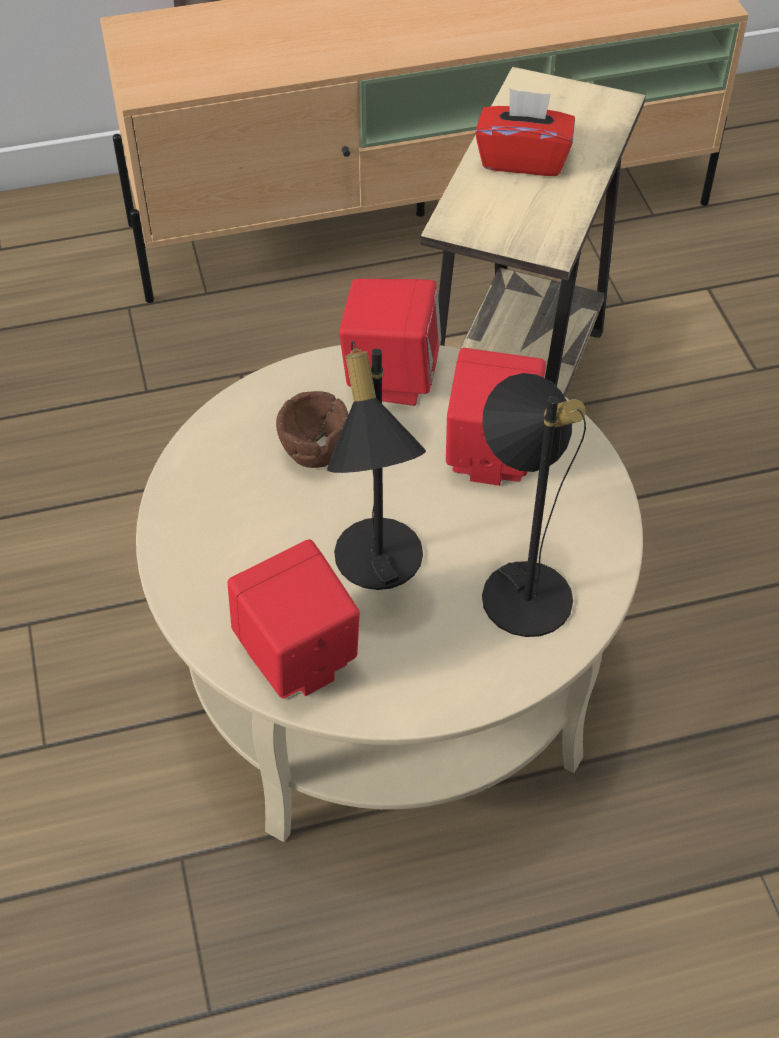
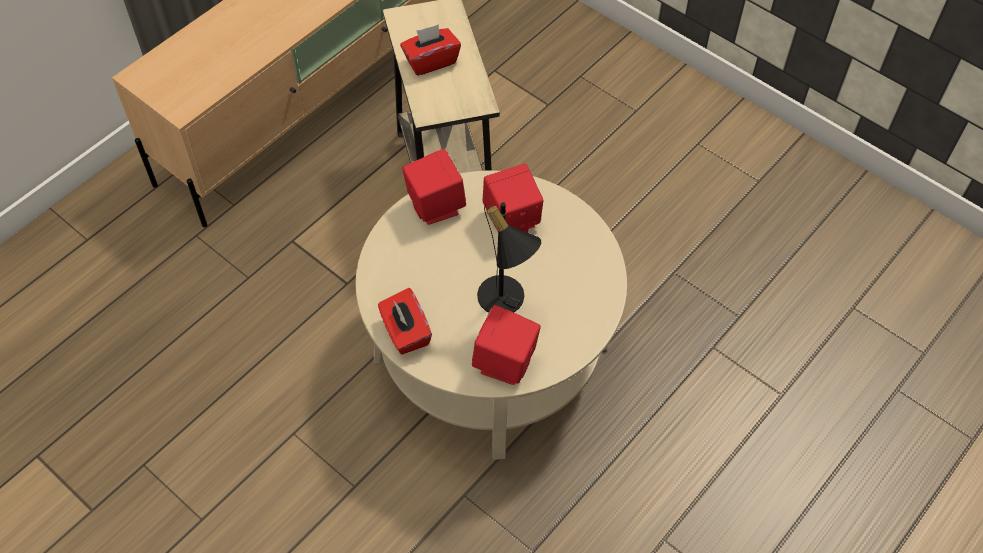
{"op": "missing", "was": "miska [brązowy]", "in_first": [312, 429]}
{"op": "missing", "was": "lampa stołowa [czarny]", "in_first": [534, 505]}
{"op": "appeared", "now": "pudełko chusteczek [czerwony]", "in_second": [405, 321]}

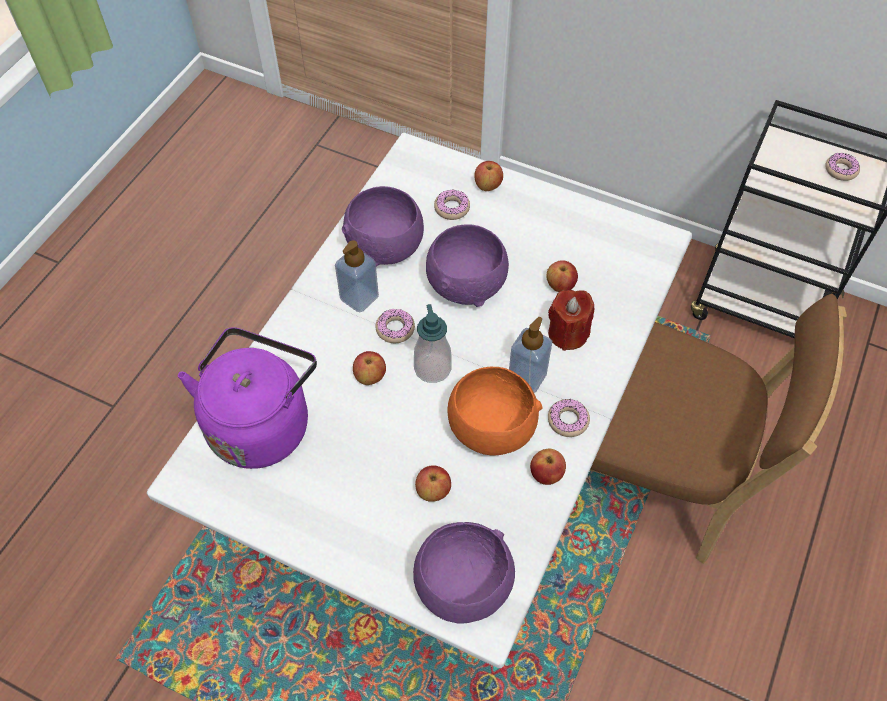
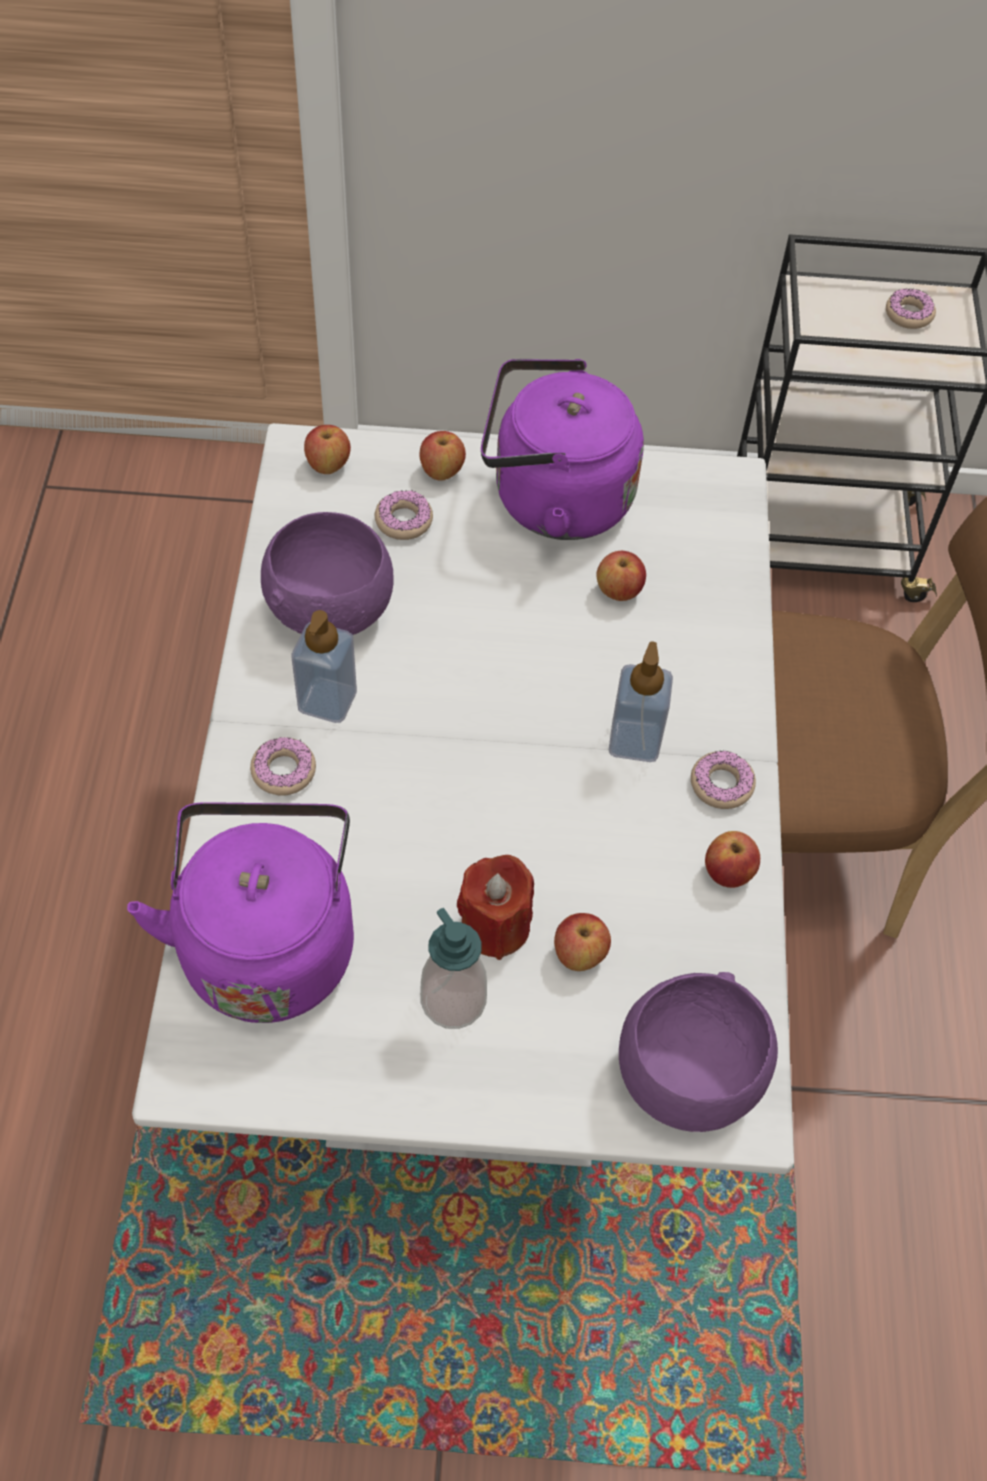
{"op": "relocated", "was": "jabłko", "in_first": [369, 368], "in_second": [327, 449]}
{"op": "relocated", "was": "donut", "in_first": [395, 326], "in_second": [283, 766]}
{"op": "relocated", "was": "dozownik mydła", "in_first": [433, 343], "in_second": [453, 968]}
{"op": "missing", "was": "miska [fioletowy]", "in_first": [467, 265]}
{"op": "missing", "was": "miska [pomarańczowy]", "in_first": [494, 411]}
{"op": "relocated", "was": "świeca [czerwony]", "in_first": [571, 320], "in_second": [495, 907]}
{"op": "appeared", "now": "czajnik [fioletowy]", "in_second": [562, 449]}

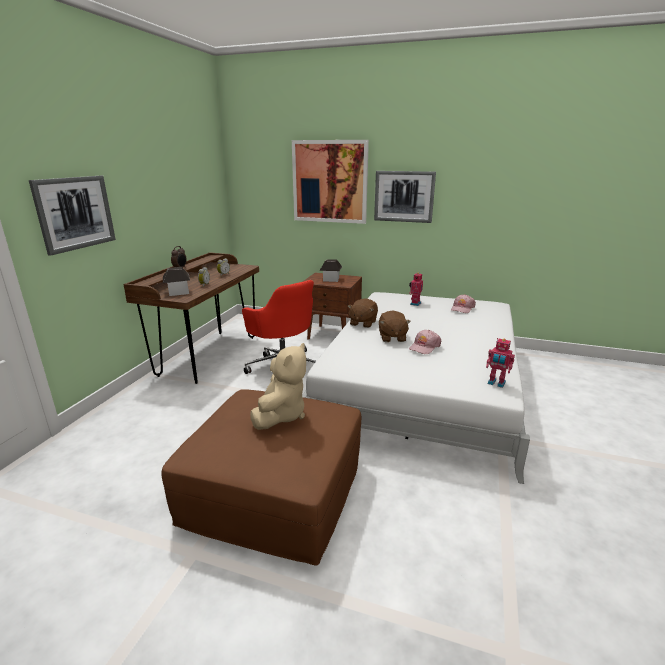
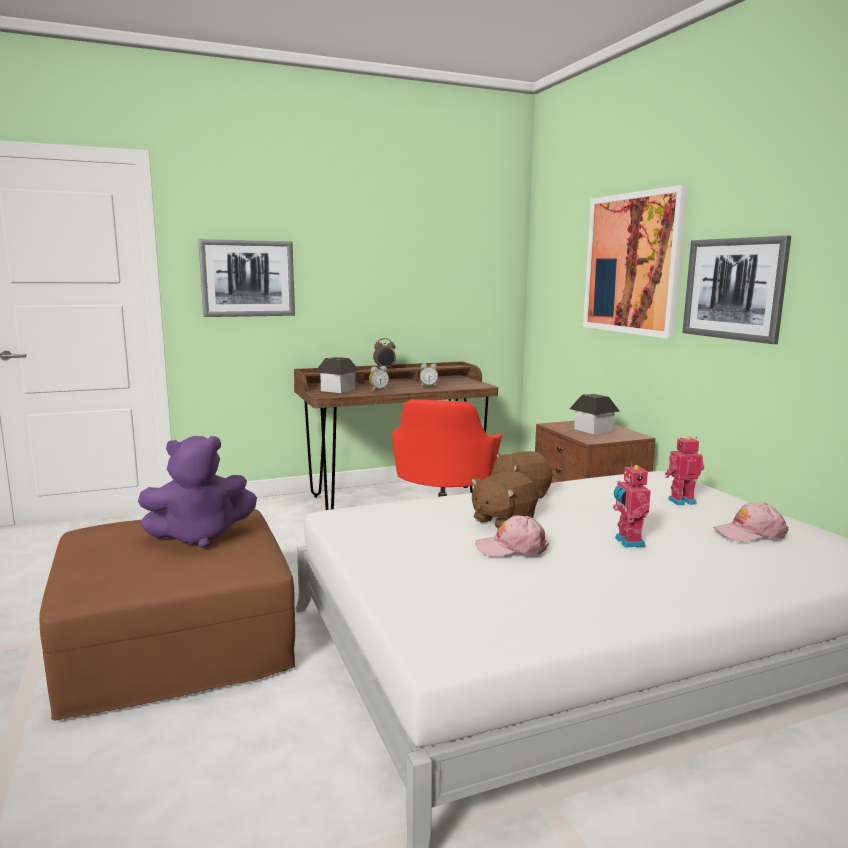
{"op": "colour", "was": "pluszak [beżowy]", "now": "pluszak [fioletowy]", "in_first": [278, 386], "in_second": [197, 492]}
{"op": "relocated", "was": "robot zabawkowy", "in_first": [500, 363], "in_second": [632, 505]}

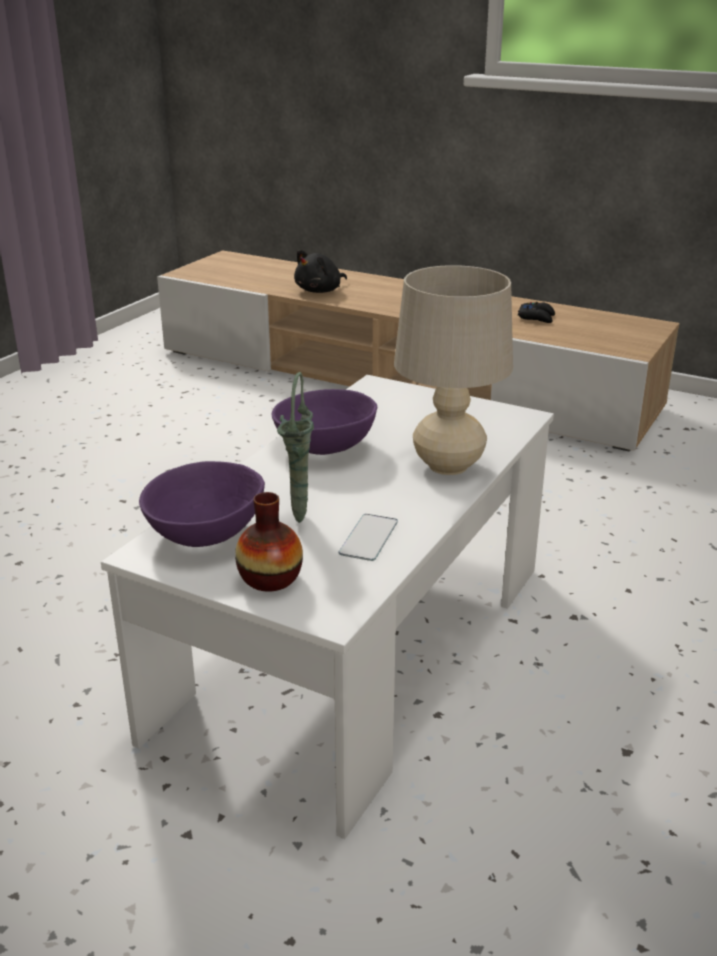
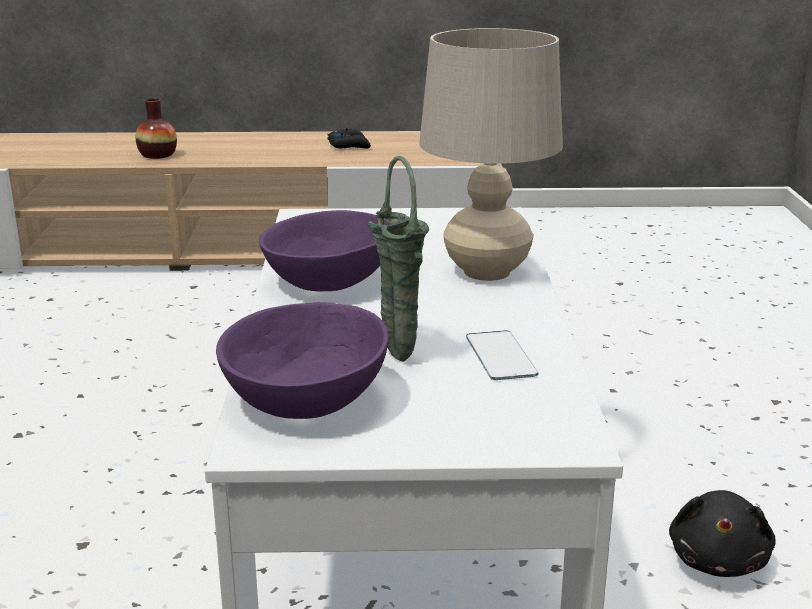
{"op": "relocated", "was": "wazon", "in_first": [269, 542], "in_second": [156, 128]}
{"op": "relocated", "was": "pluszak [czarny]", "in_first": [320, 271], "in_second": [722, 533]}

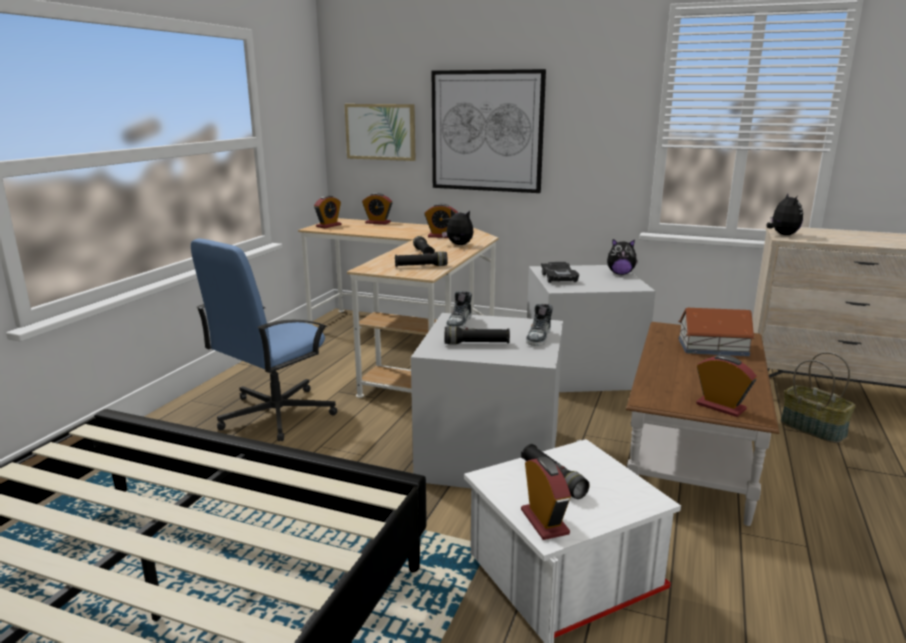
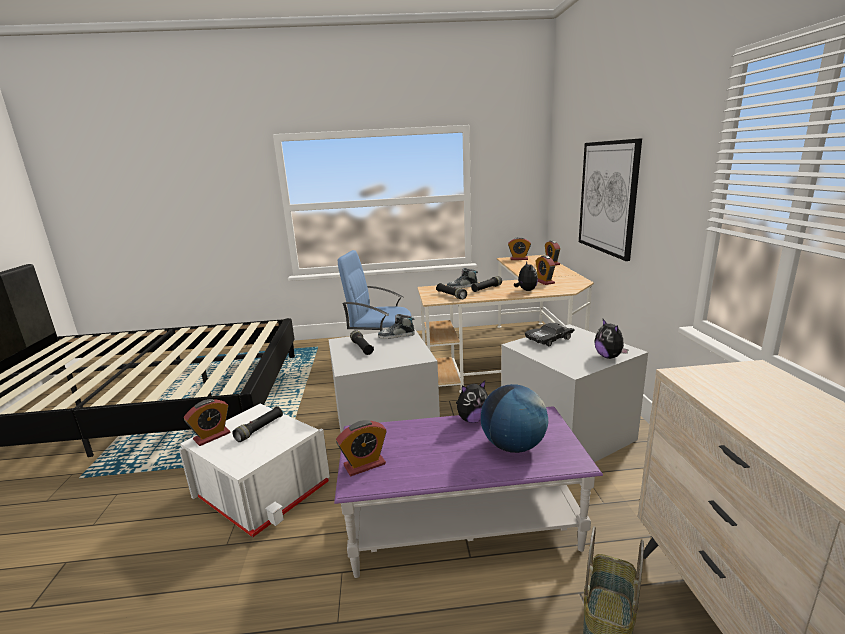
{"op": "missing", "was": "obraz", "in_first": [380, 132]}
{"op": "relocated", "was": "but", "in_first": [539, 325], "in_second": [462, 278]}
{"op": "colour", "was": "ława [brązowy]", "now": "ława [fioletowy]", "in_first": [702, 424], "in_second": [468, 492]}
{"op": "exchanged", "was": "domek", "now": "globus", "in_first": [716, 332], "in_second": [514, 418]}
{"op": "spun", "was": "budzik", "in_first": [726, 386], "in_second": [361, 448], "clockwise": 45}
{"op": "relocated", "was": "pluszak", "in_first": [785, 214], "in_second": [472, 402]}

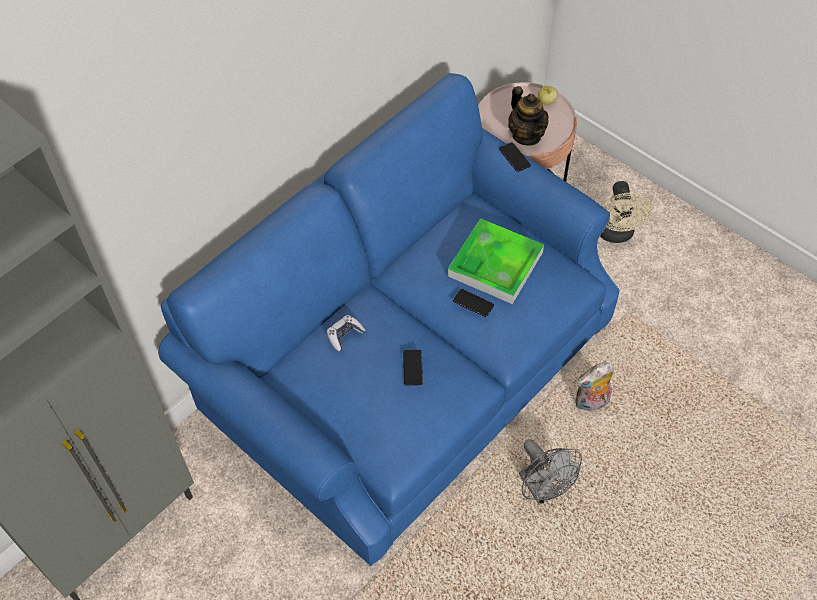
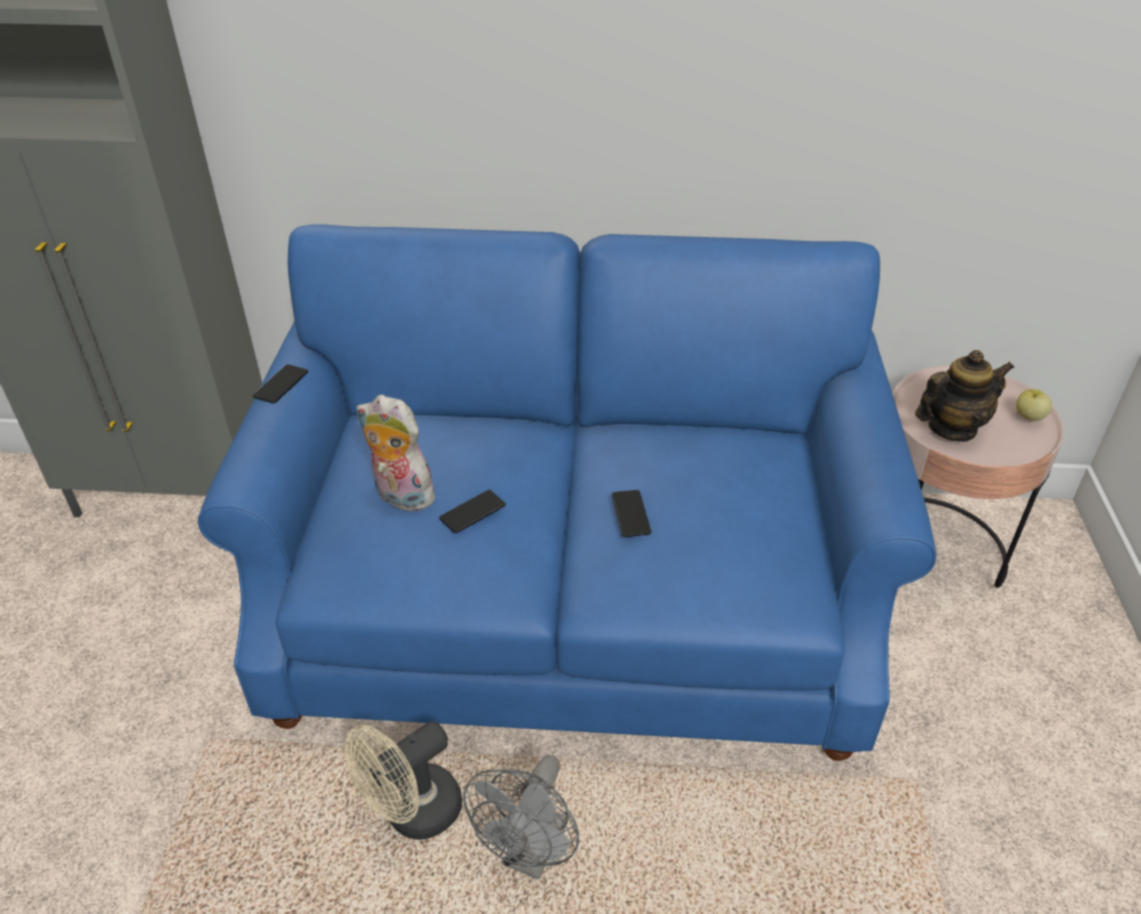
{"op": "missing", "was": "pad do gier", "in_first": [346, 333]}
{"op": "missing", "was": "taca", "in_first": [496, 261]}
{"op": "relocated", "was": "telefon", "in_first": [515, 157], "in_second": [280, 383]}
{"op": "spun", "was": "imbryk", "in_first": [528, 116], "in_second": [964, 396], "clockwise": -135}
{"op": "relocated", "was": "pluszak", "in_first": [594, 386], "in_second": [398, 453]}
{"op": "relocated", "was": "wentylator [beżowy]", "in_first": [626, 212], "in_second": [403, 780]}

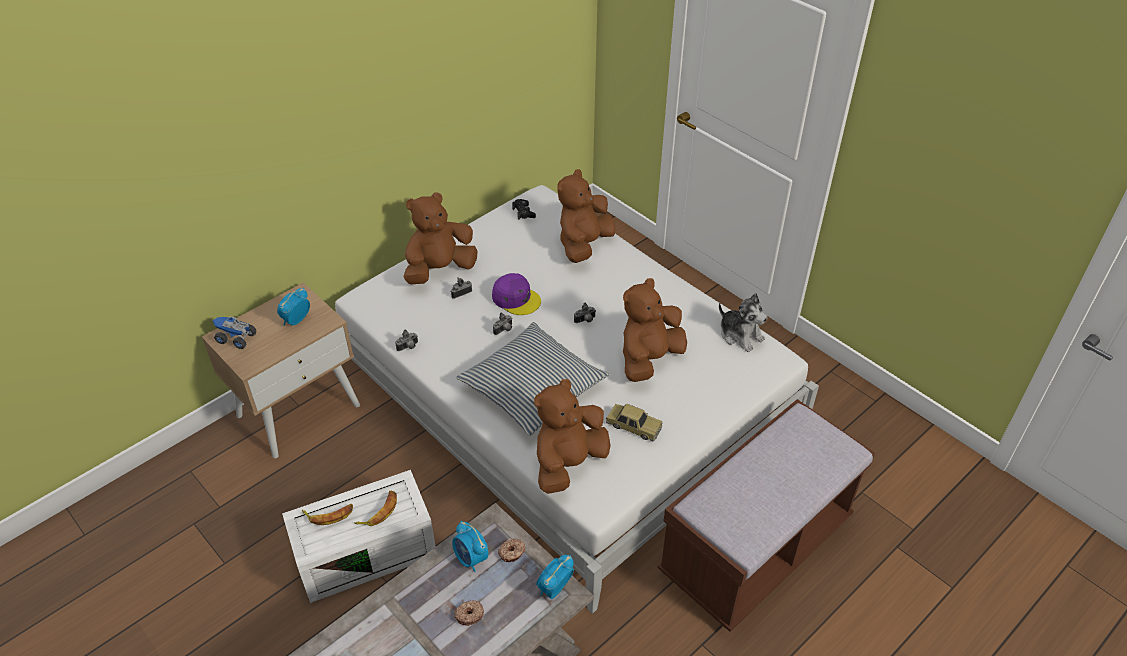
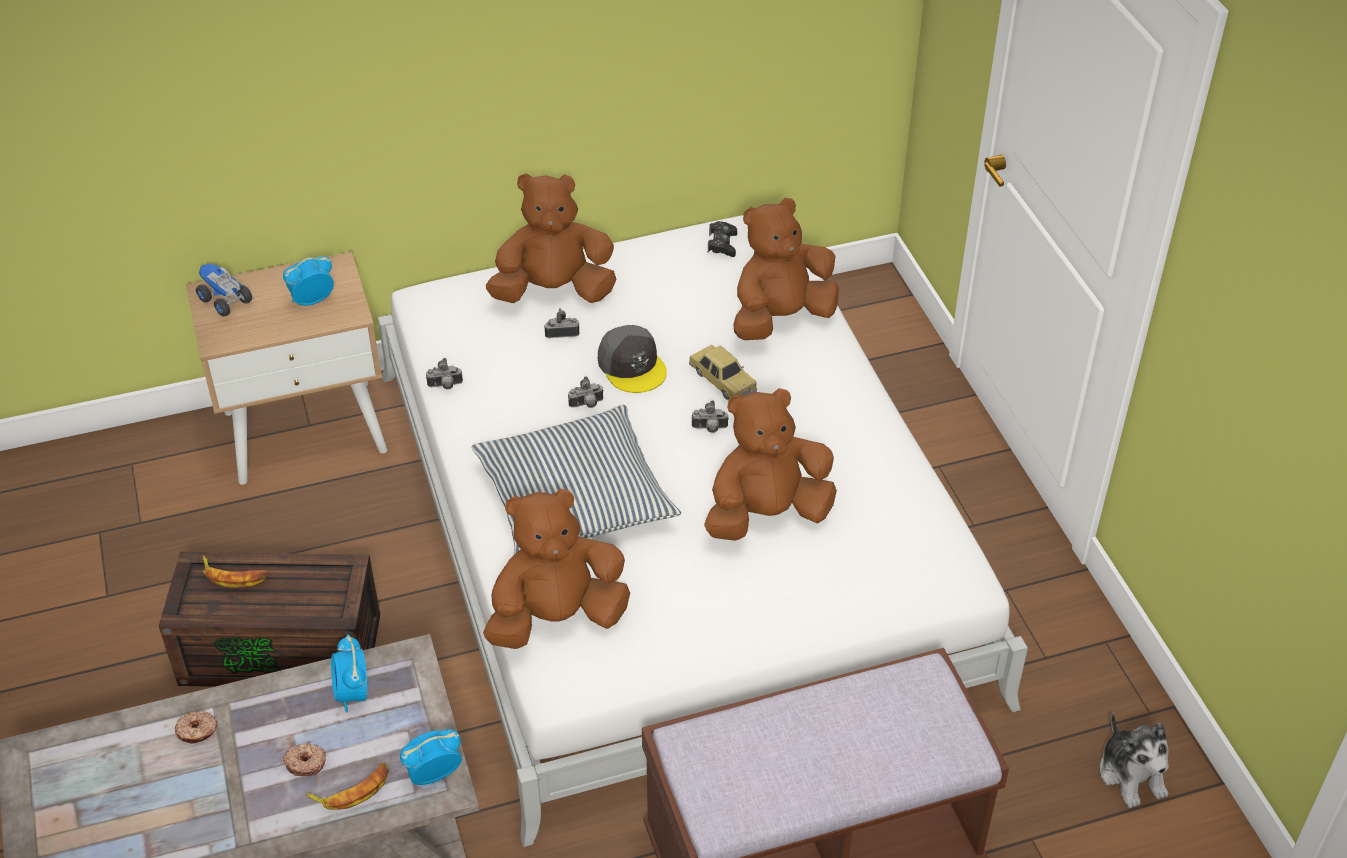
{"op": "colour", "was": "pojemnik do przechowywania [biały]", "now": "pojemnik do przechowywania [brązowy]", "in_first": [359, 536], "in_second": [269, 619]}
{"op": "relocated", "was": "banan", "in_first": [375, 508], "in_second": [347, 786]}
{"op": "colour", "was": "czapka z daszkiem [fioletowy]", "now": "czapka z daszkiem [szary]", "in_first": [516, 294], "in_second": [632, 359]}
{"op": "relocated", "was": "donut", "in_first": [512, 550], "in_second": [196, 727]}
{"op": "relocated", "was": "samochodzik", "in_first": [634, 422], "in_second": [723, 372]}
{"op": "relocated", "was": "pluszak", "in_first": [743, 322], "in_second": [1134, 760]}

